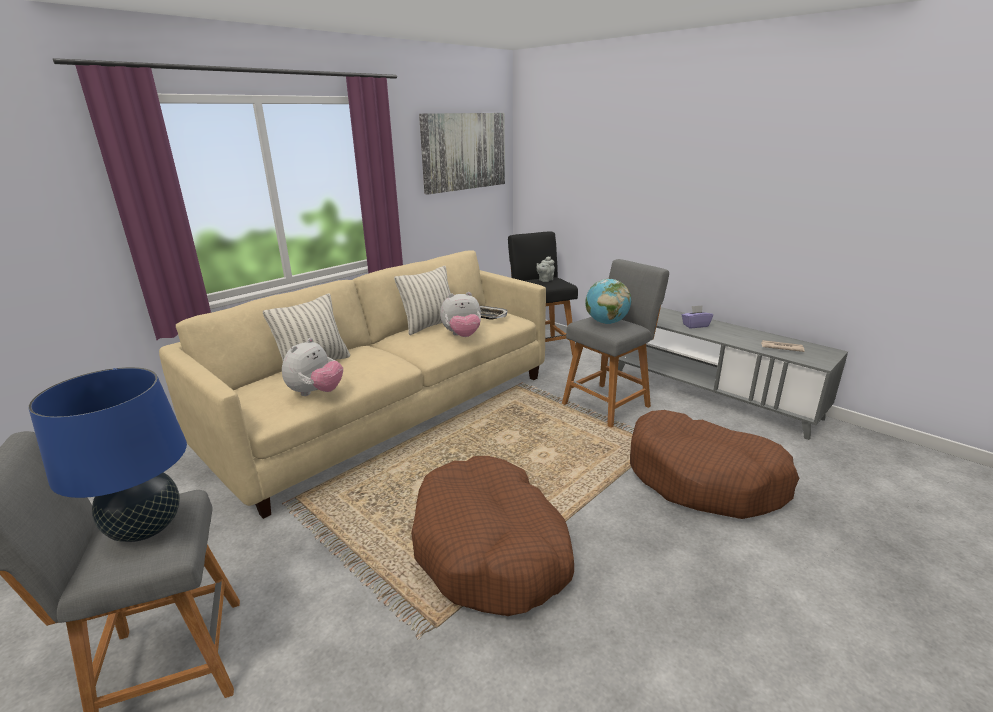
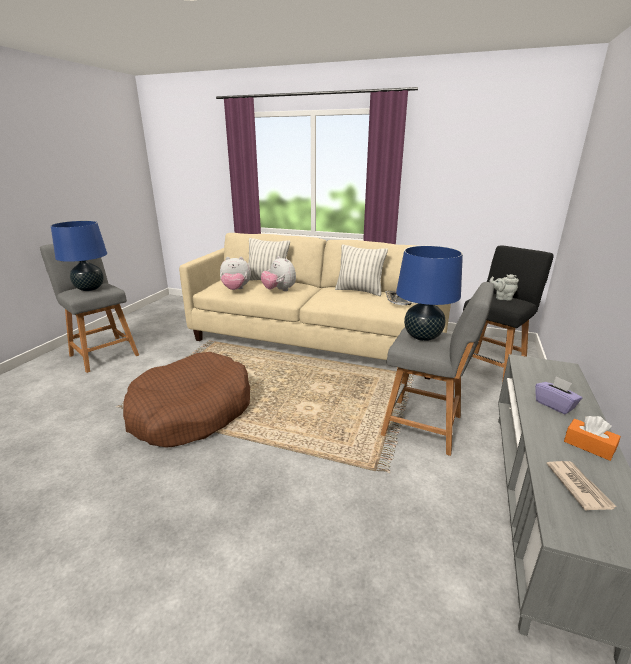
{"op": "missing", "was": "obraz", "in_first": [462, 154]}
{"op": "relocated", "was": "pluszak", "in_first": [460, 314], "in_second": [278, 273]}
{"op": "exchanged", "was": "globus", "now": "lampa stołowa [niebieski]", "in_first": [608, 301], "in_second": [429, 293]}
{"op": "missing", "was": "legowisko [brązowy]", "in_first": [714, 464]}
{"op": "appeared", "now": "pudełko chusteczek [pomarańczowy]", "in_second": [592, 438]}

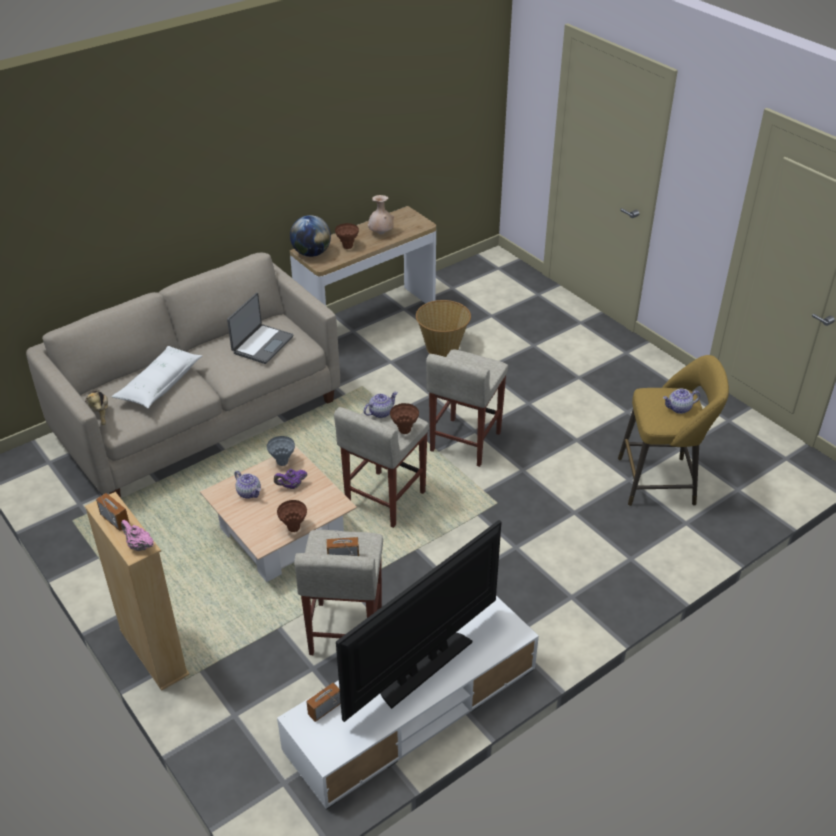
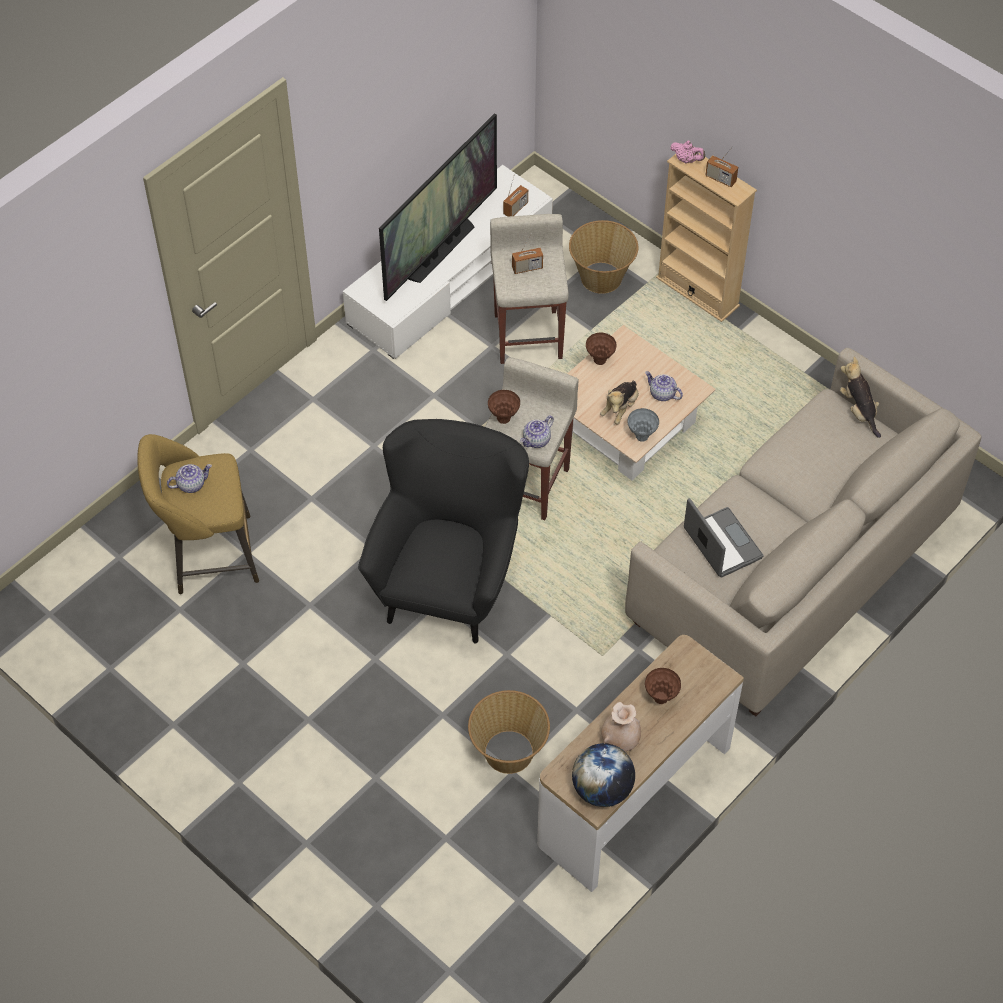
{"op": "missing", "was": "poduszka [biały]", "in_first": [156, 377]}
{"op": "spun", "was": "laptop", "in_first": [260, 328], "in_second": [723, 537], "clockwise": 135}
{"op": "exchanged", "was": "imbryk [fioletowy]", "now": "pluszak", "in_first": [290, 479], "in_second": [619, 402]}
{"op": "relocated", "was": "globus", "in_first": [310, 236], "in_second": [603, 775]}
{"op": "exchanged", "was": "stołek [beżowy]", "now": "fotel [czarny]", "in_first": [467, 408], "in_second": [443, 531]}
{"op": "appeared", "now": "koszyk", "in_second": [603, 257]}

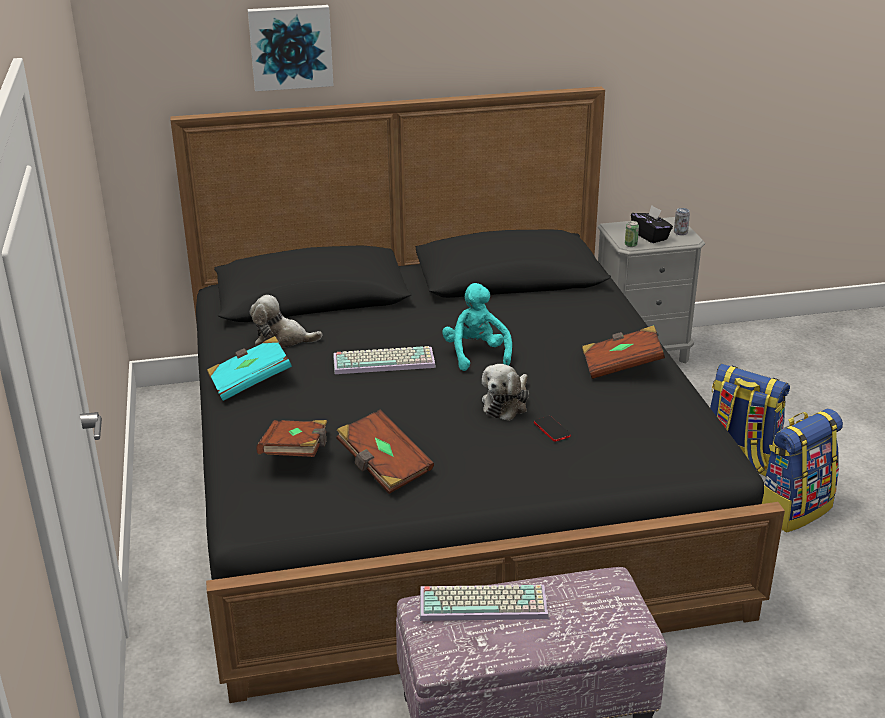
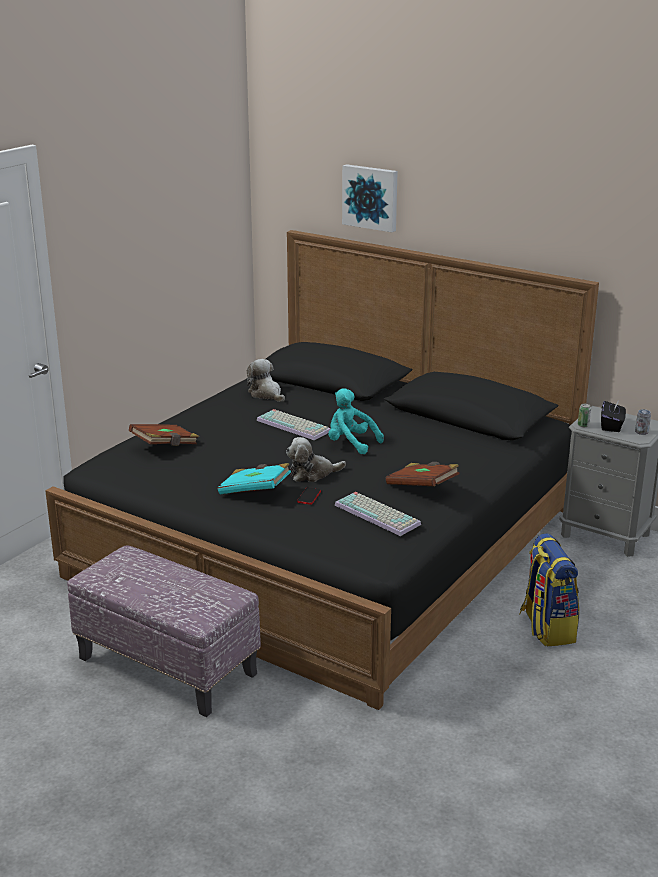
{"op": "relocated", "was": "książka [turkusowy]", "in_first": [249, 368], "in_second": [254, 478]}
{"op": "missing", "was": "książka [brązowy]", "in_first": [385, 452]}
{"op": "relocated", "was": "klawiatura", "in_first": [484, 603], "in_second": [378, 514]}
{"op": "spun", "was": "pluszak [turkusowy]", "in_first": [477, 327], "in_second": [356, 421], "clockwise": -90}
{"op": "missing", "was": "plecak", "in_first": [802, 470]}

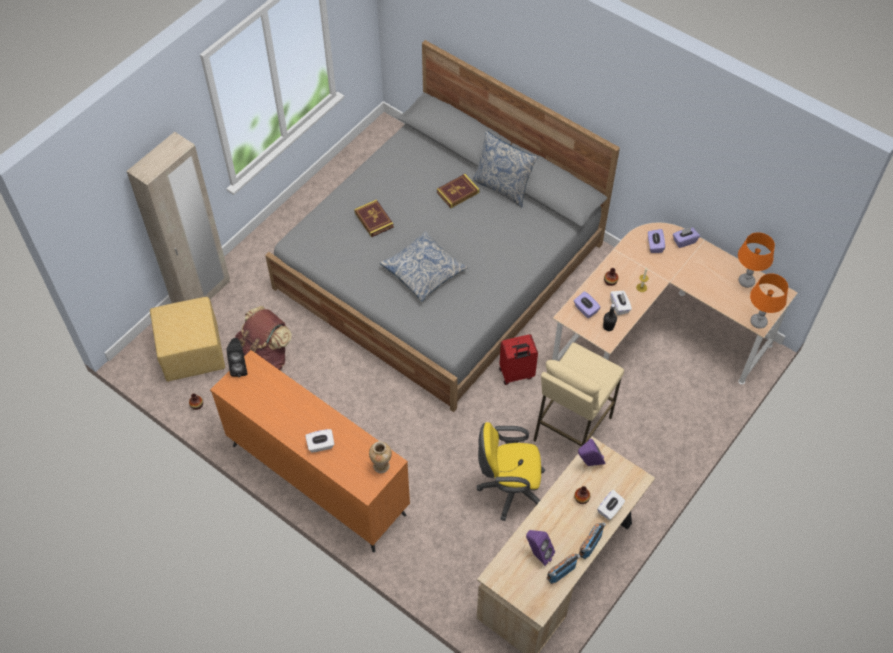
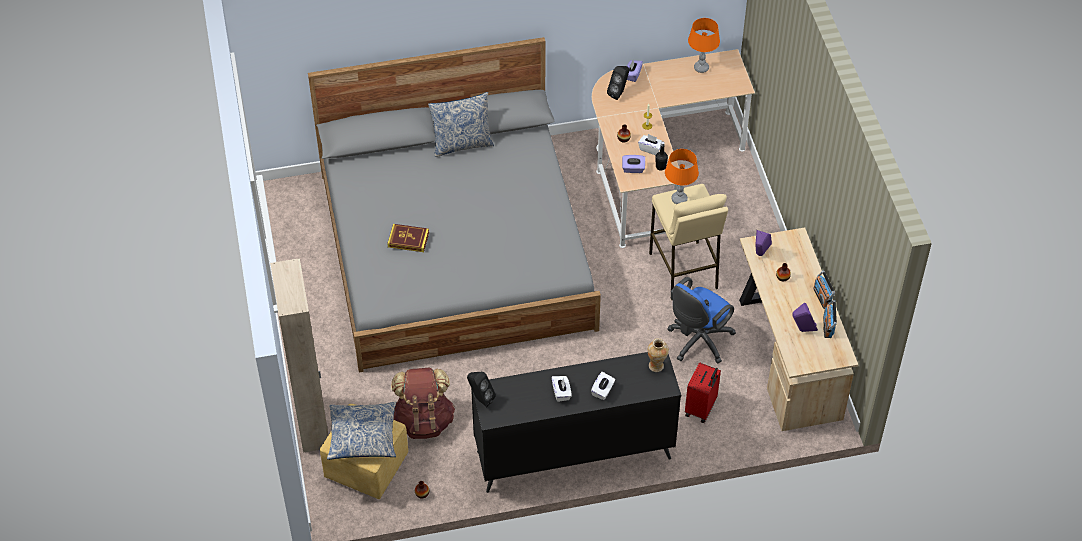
{"op": "colour", "was": "komoda [pomarańczowy]", "now": "komoda [czarny]", "in_first": [310, 451], "in_second": [576, 422]}
{"op": "relocated", "was": "poduszka", "in_first": [424, 266], "in_second": [361, 431]}
{"op": "missing", "was": "książka", "in_first": [458, 191]}
{"op": "colour", "was": "krzesło biurowe [żółty]", "now": "krzesło biurowe [niebieski]", "in_first": [511, 471], "in_second": [702, 320]}
{"op": "relocated", "was": "walizka [czerwony]", "in_first": [518, 359], "in_second": [703, 392]}
{"op": "relocated", "was": "pudełko chusteczek [biały]", "in_first": [611, 505], "in_second": [562, 389]}
{"op": "exchanged", "was": "pudełko chusteczek [fioletowy]", "now": "głośnik [czarny]", "in_first": [656, 241], "in_second": [618, 83]}
{"op": "relocated", "was": "lampa stołowa [pomarańczowy]", "in_first": [769, 301], "in_second": [682, 176]}

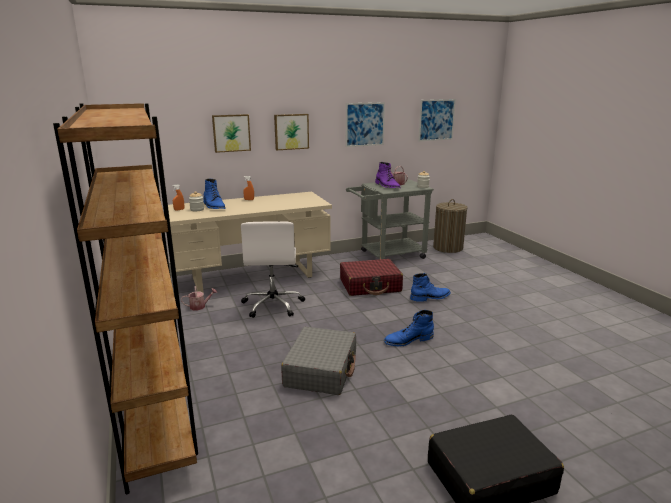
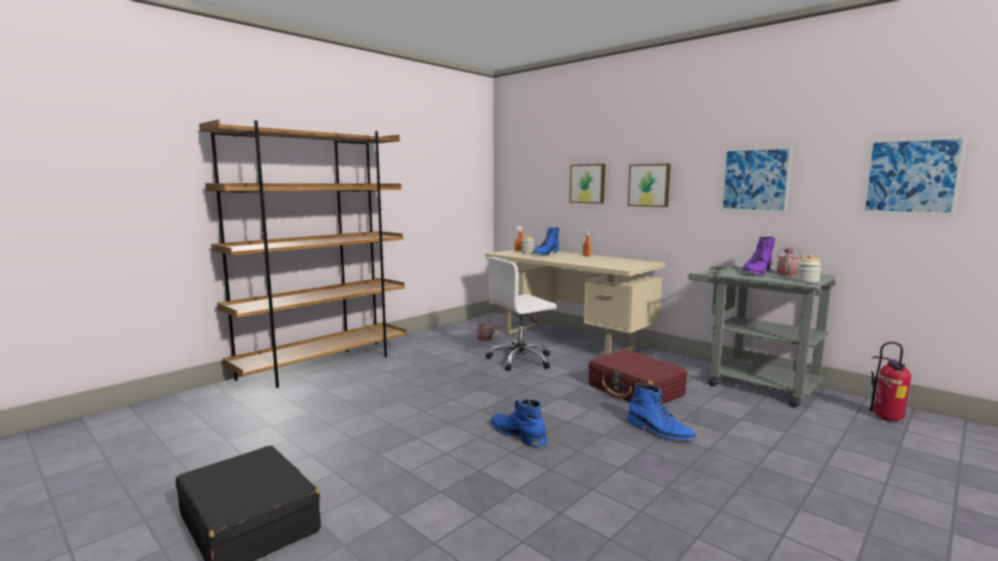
{"op": "missing", "was": "walizka [szary]", "in_first": [318, 361]}
{"op": "exchanged", "was": "kosz na pranie", "now": "gaśnica", "in_first": [450, 226], "in_second": [890, 381]}

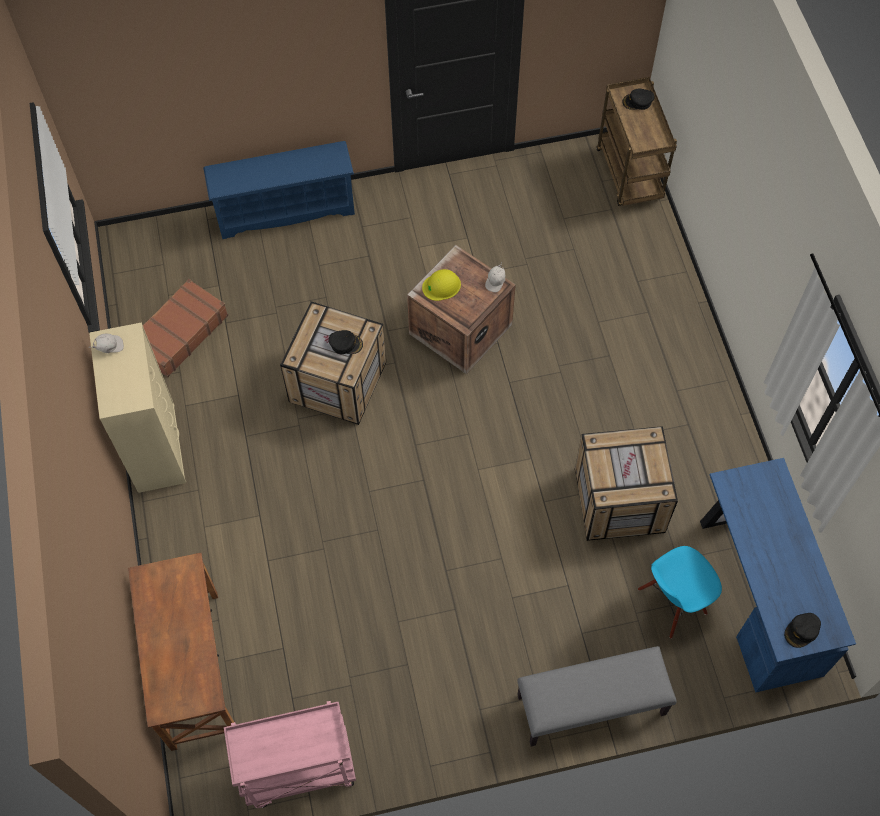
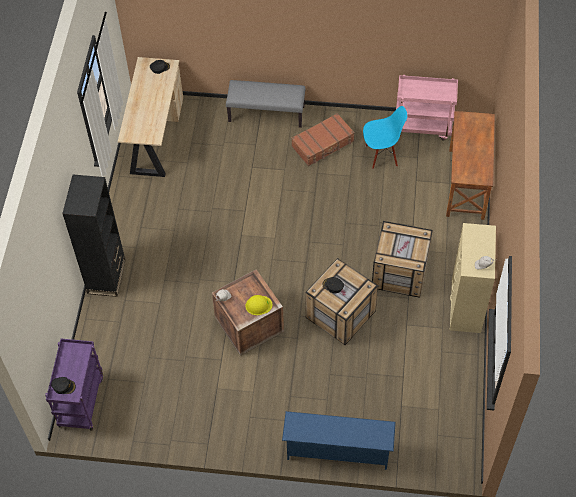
{"op": "relocated", "was": "walizka [brązowy]", "in_first": [185, 328], "in_second": [323, 139]}
{"op": "relocated", "was": "skrzynka", "in_first": [626, 483], "in_second": [402, 259]}
{"op": "colour", "was": "wózek [brązowy]", "now": "wózek [fioletowy]", "in_first": [637, 141], "in_second": [74, 385]}
{"op": "relocated", "was": "krzesło [niebieski]", "in_first": [680, 592], "in_second": [385, 137]}
{"op": "colour", "was": "biurko [niebieski]", "now": "biurko [beżowy]", "in_first": [778, 575], "in_second": [150, 117]}
{"op": "appeared", "now": "regał [czarny]", "in_second": [94, 236]}

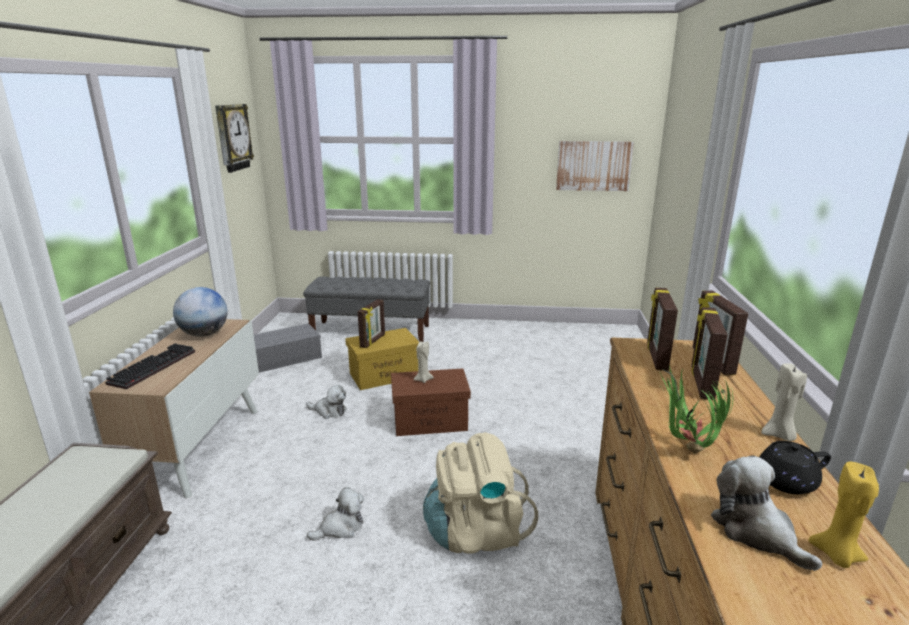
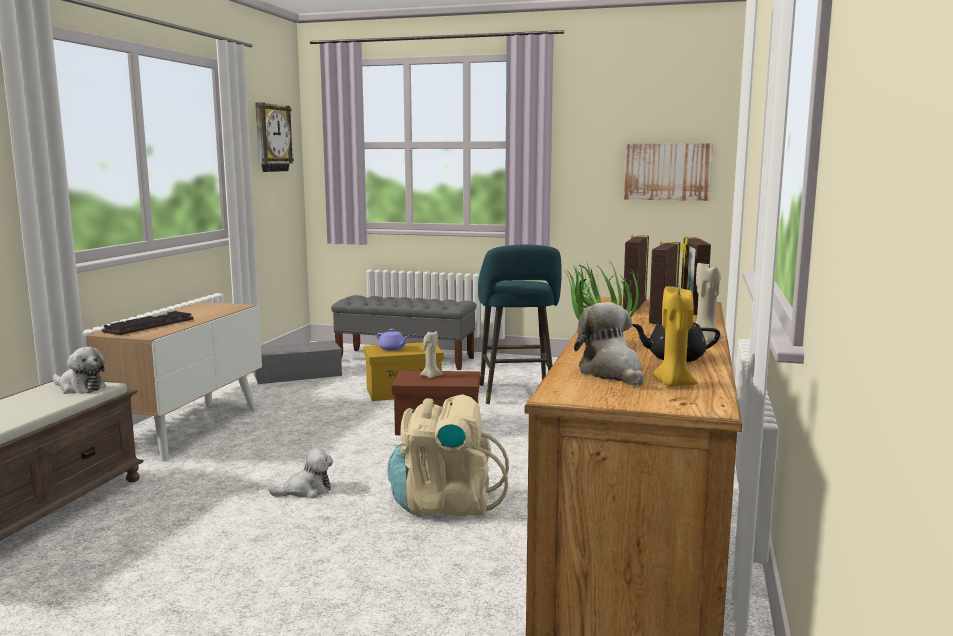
{"op": "missing", "was": "globus", "in_first": [200, 312]}
{"op": "relocated", "was": "pluszak", "in_first": [326, 402], "in_second": [79, 370]}
{"op": "exchanged", "was": "ramka na zdjęcie", "now": "imbryk [fioletowy]", "in_first": [371, 323], "in_second": [392, 340]}
{"op": "appeared", "now": "stołek [turkusowy]", "in_second": [520, 324]}

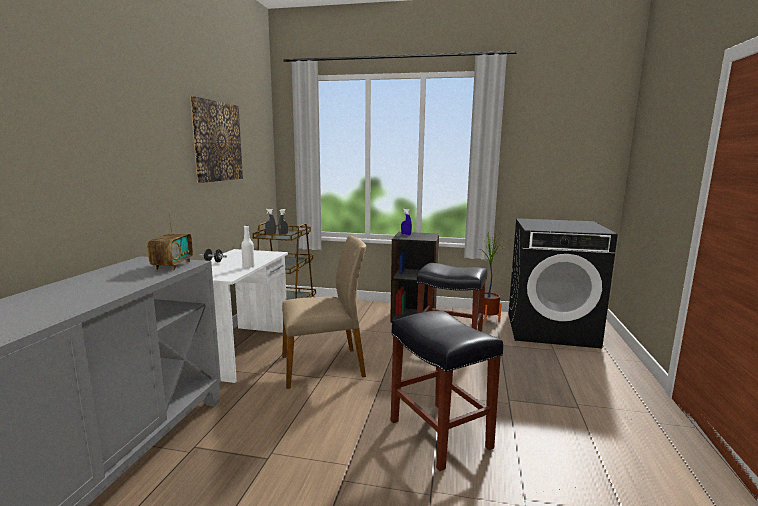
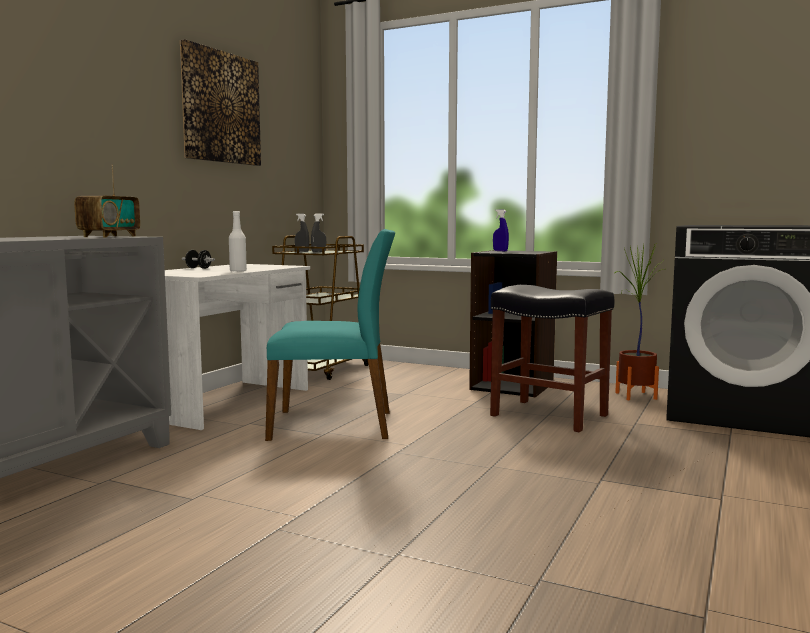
{"op": "colour", "was": "krzesło [beżowy]", "now": "krzesło [turkusowy]", "in_first": [324, 312], "in_second": [330, 335]}
{"op": "missing", "was": "stołek [czarny]", "in_first": [447, 391]}

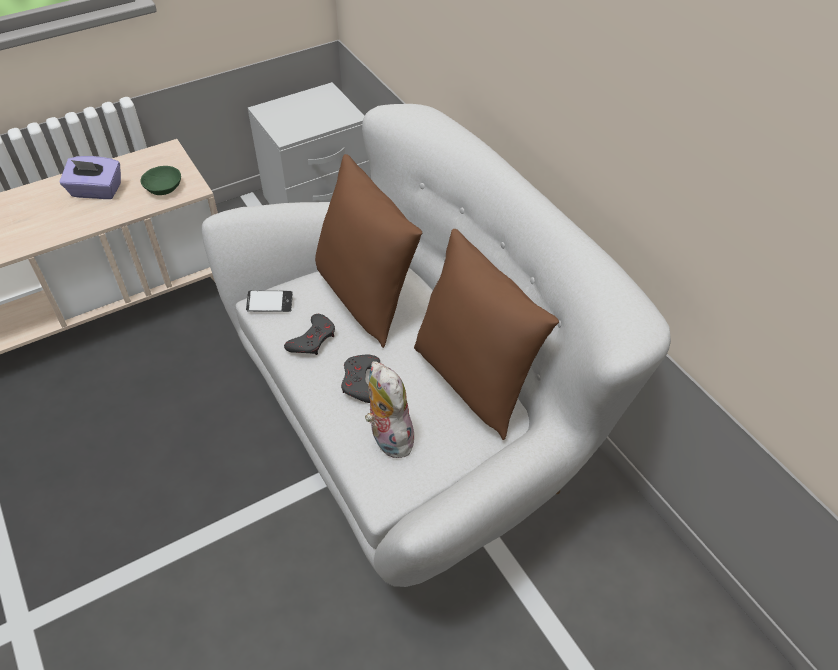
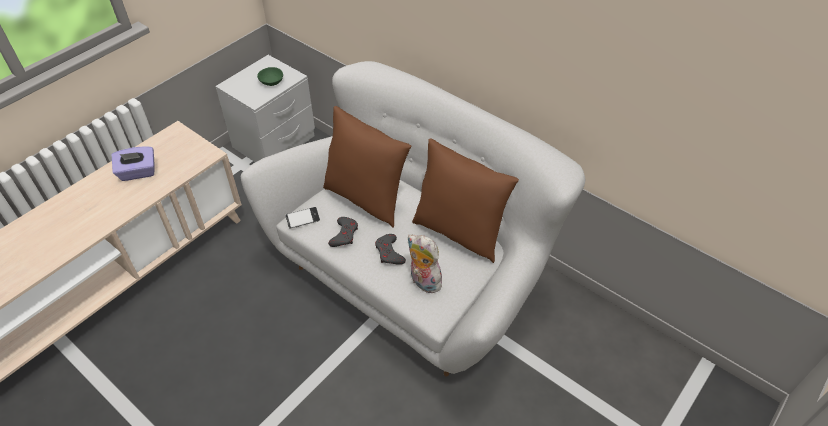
{"op": "relocated", "was": "miska [zielony]", "in_first": [160, 180], "in_second": [270, 76]}

